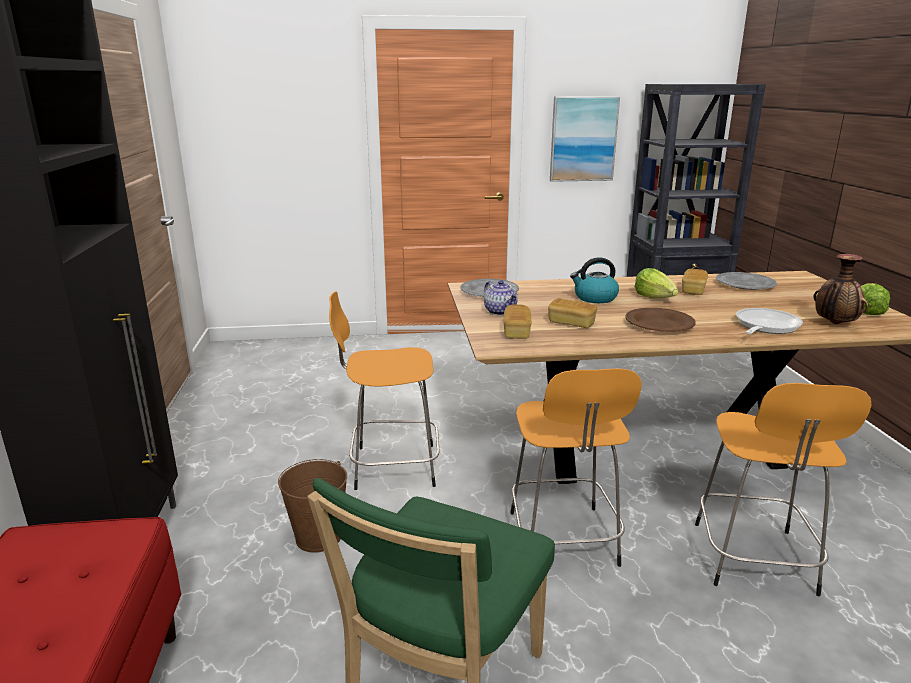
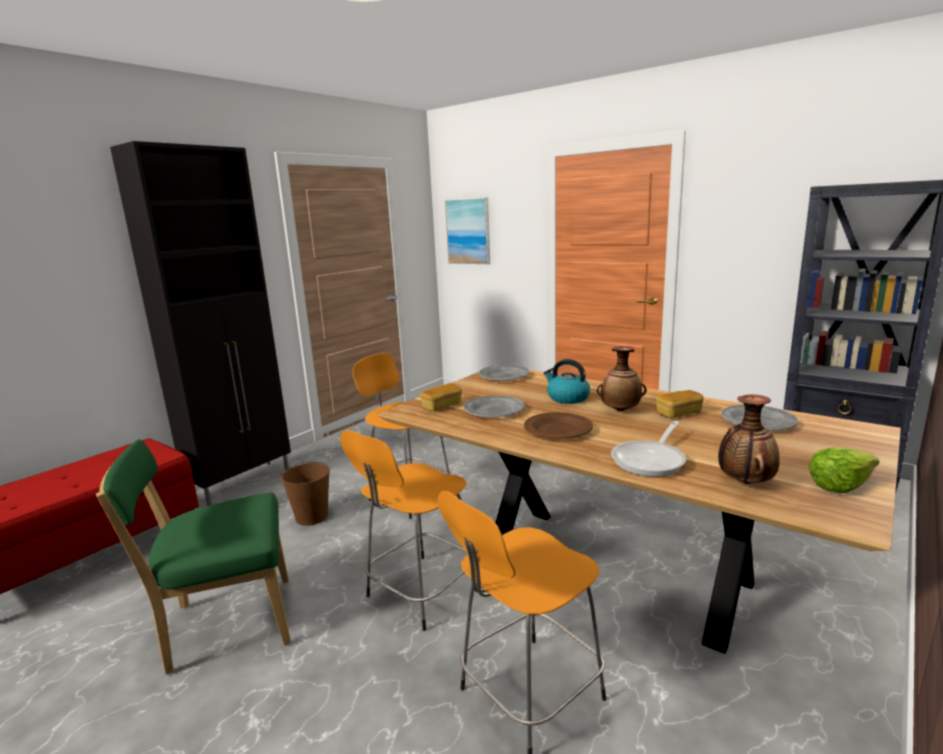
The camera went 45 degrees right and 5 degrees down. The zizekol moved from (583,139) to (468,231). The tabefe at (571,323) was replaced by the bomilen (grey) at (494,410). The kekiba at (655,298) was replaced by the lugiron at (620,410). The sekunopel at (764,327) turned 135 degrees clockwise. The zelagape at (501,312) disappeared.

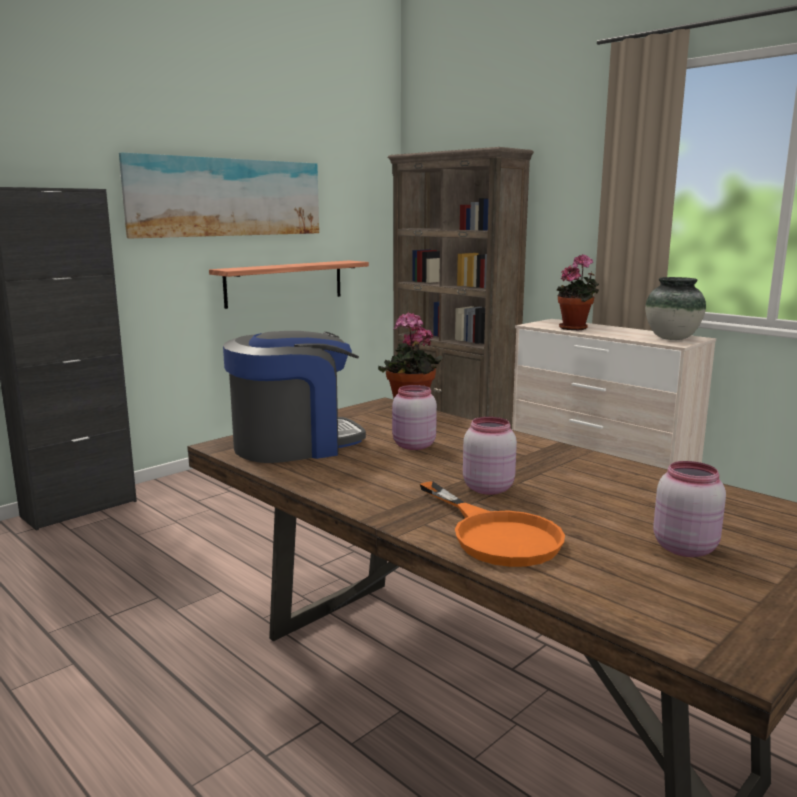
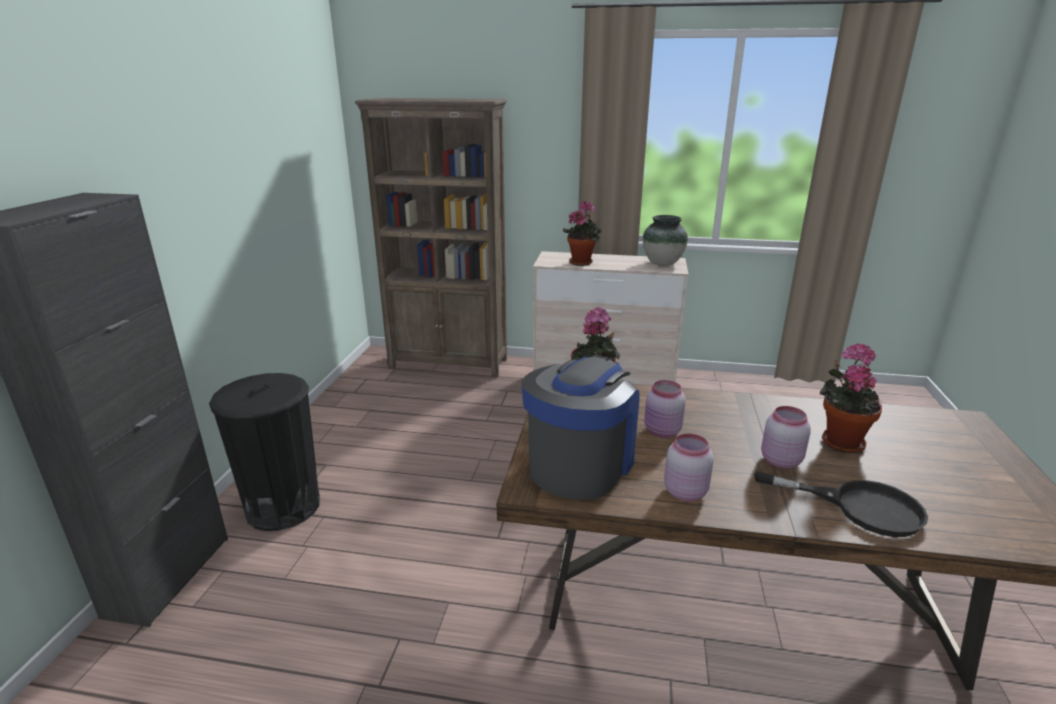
The camera went 35 degrees left and 10 degrees up. The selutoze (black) at (283,507) appeared. The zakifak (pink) moved from (683,547) to (684,491). The sekunopel (orange) at (495,534) became the sekunopel (black) at (860,507). The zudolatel at (840,440) appeared. The zizekol at (227,197) disappeared. The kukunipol at (285,283) disappeared.

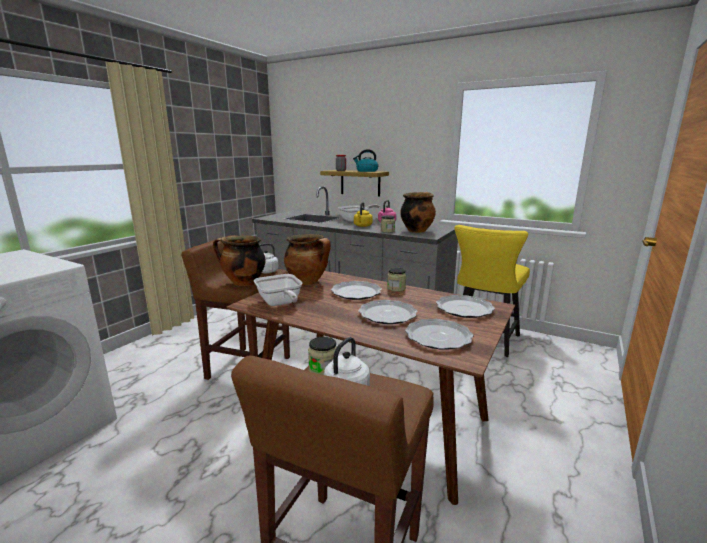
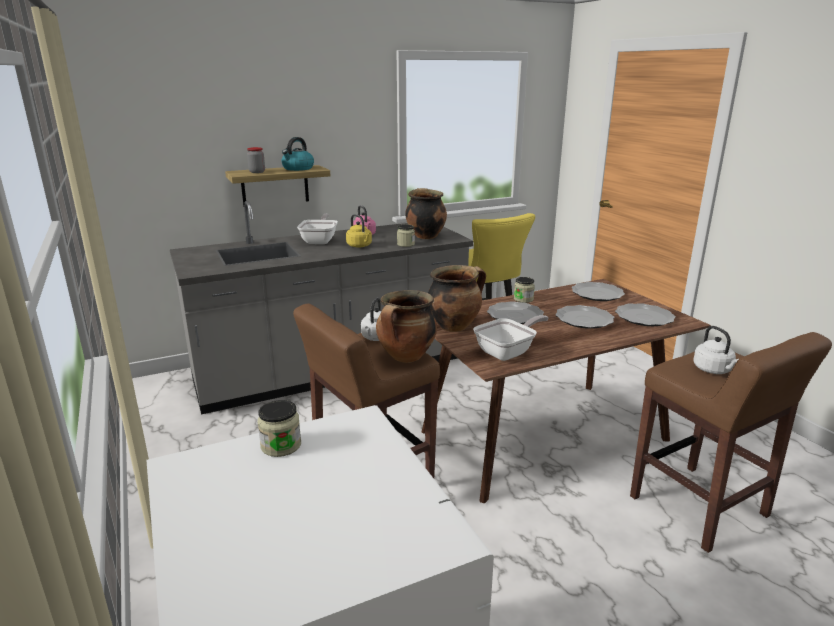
The camera went 55 degrees left and 5 degrees up. The zakifak moved from (323,370) to (281,445). The sekunopel at (280,303) turned 45 degrees counterclockwise.

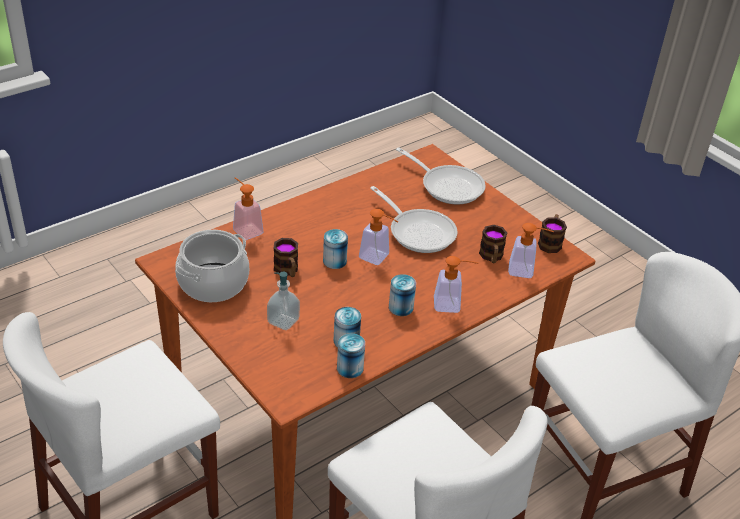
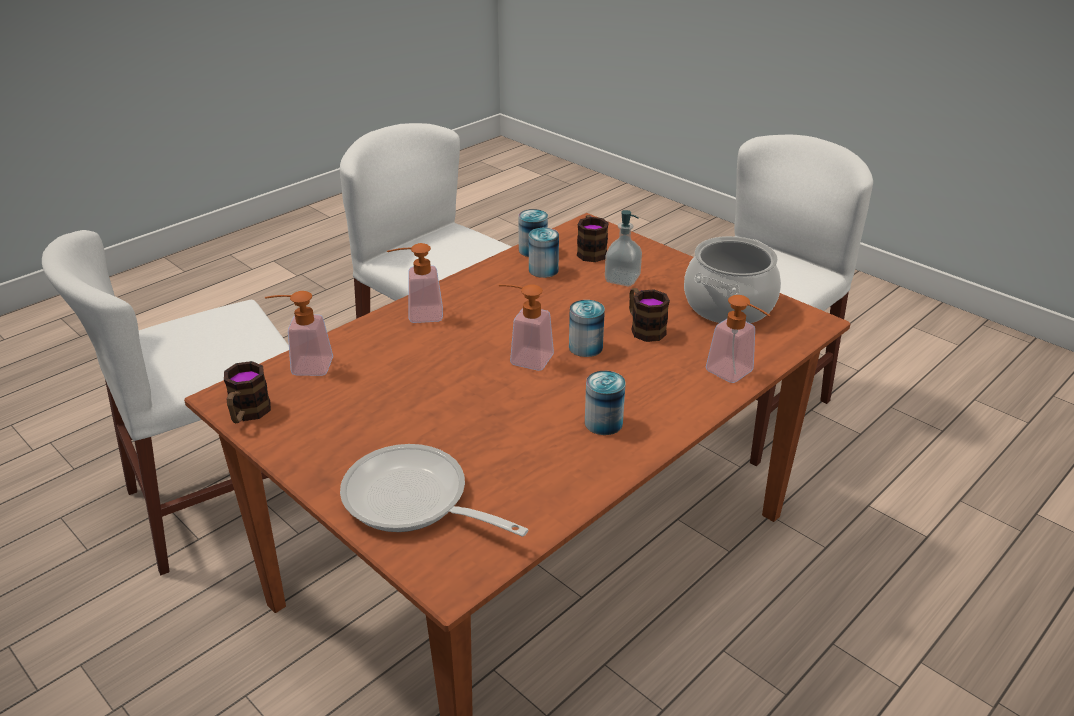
The camera went 175 degrees right and 5 degrees down. The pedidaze moved from (491,257) to (590,251). The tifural moved from (400,307) to (603,423). The sekunopel at (418,231) disappeared.

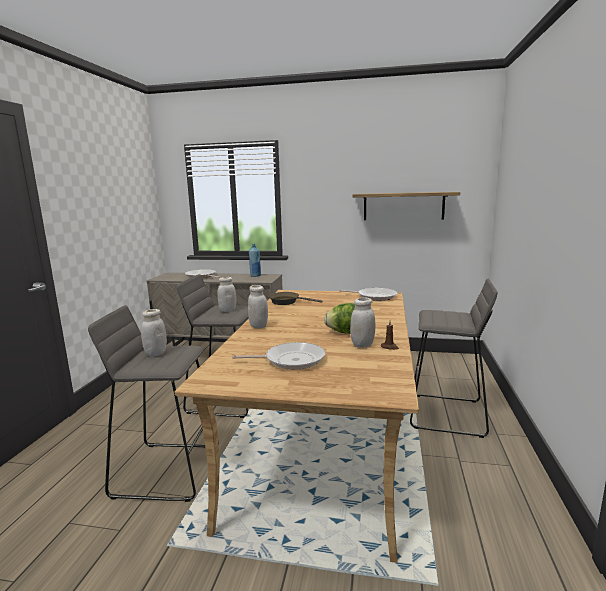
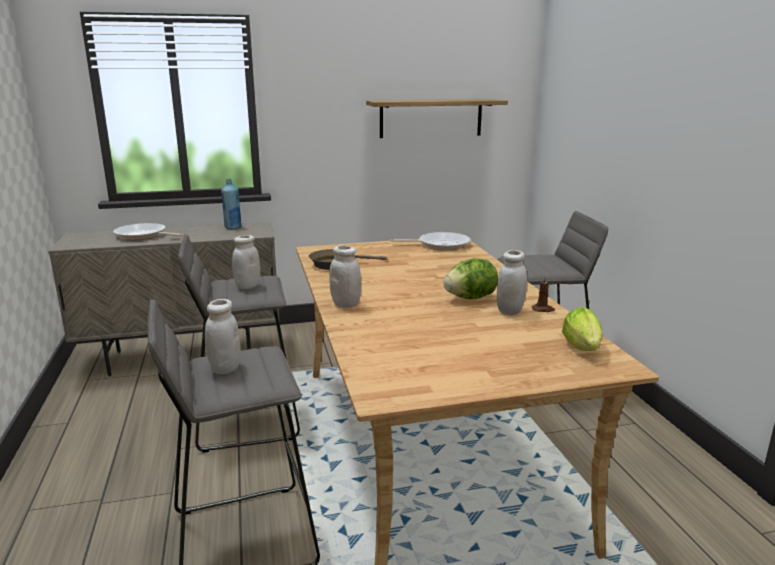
The camera went 25 degrees left and 5 degrees up. The kekiba at (583,349) appeared. The sekunopel at (291,360) disappeared.

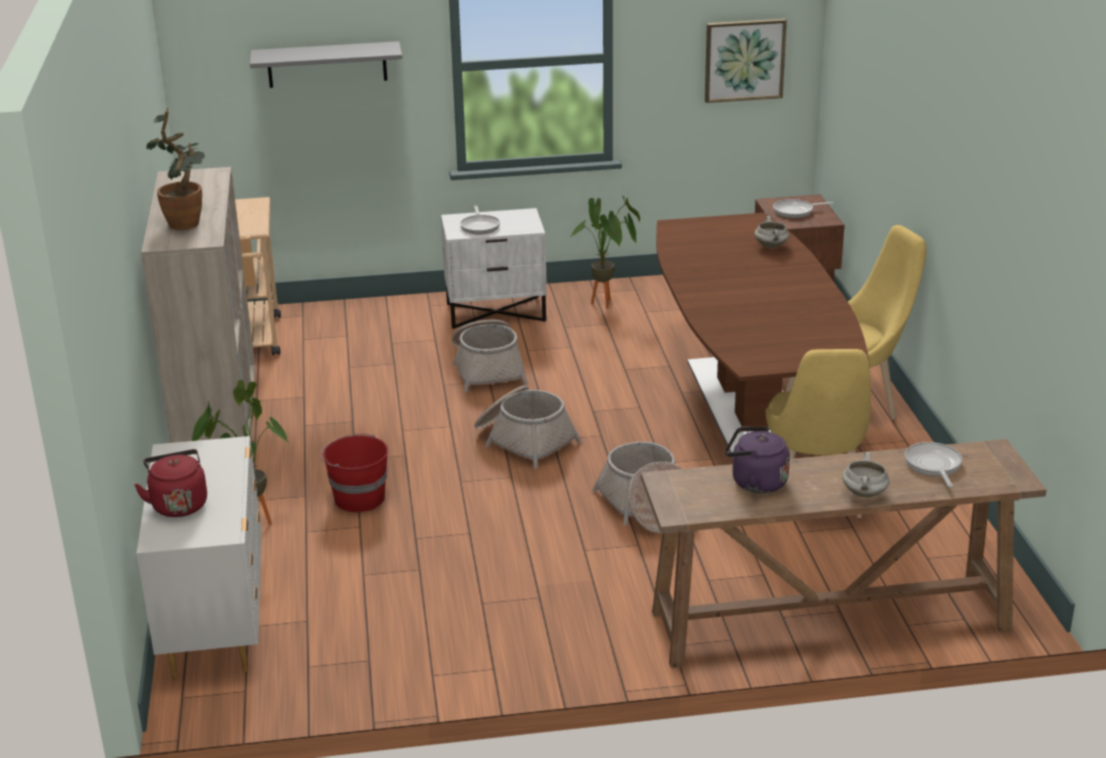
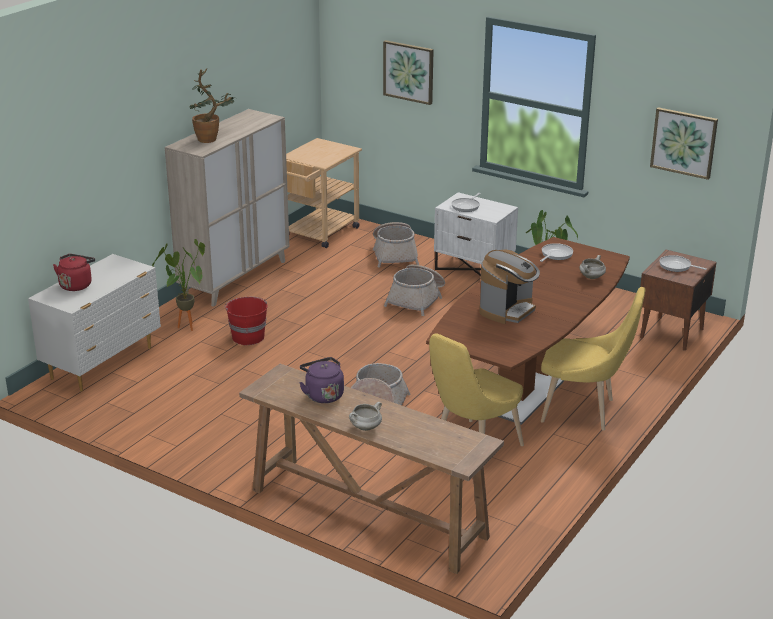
The camera went 40 degrees right and 0 degrees up. The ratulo moved from (524,440) to (394,254). The kukunipol (grey) at (327,64) was replaced by the zizekol at (409,72). The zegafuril at (507,310) appeared. The sekunopel moved from (933,465) to (555,255).

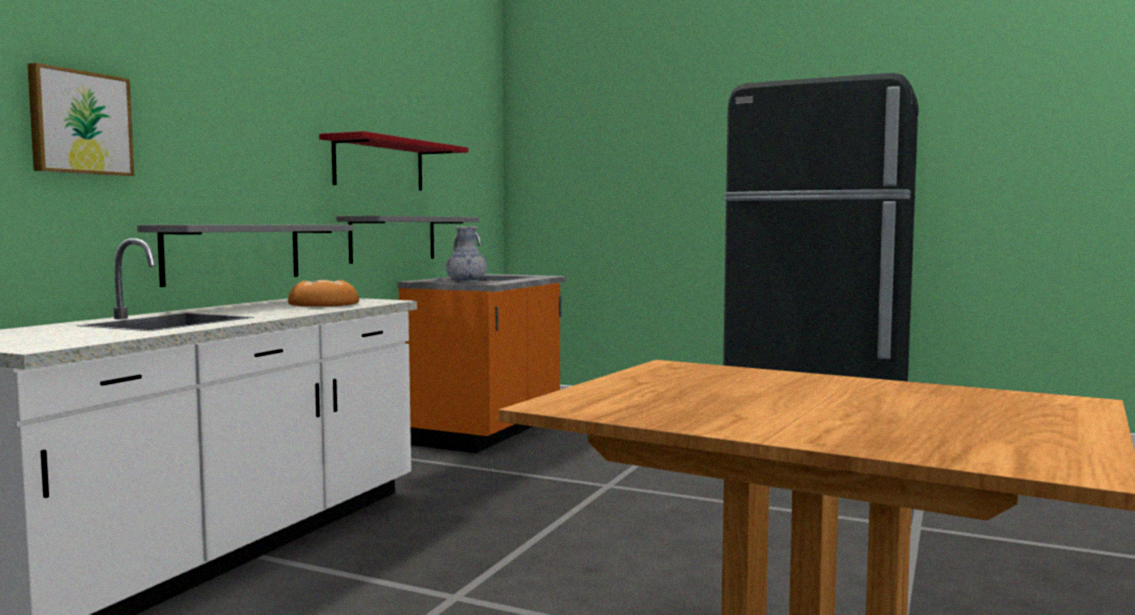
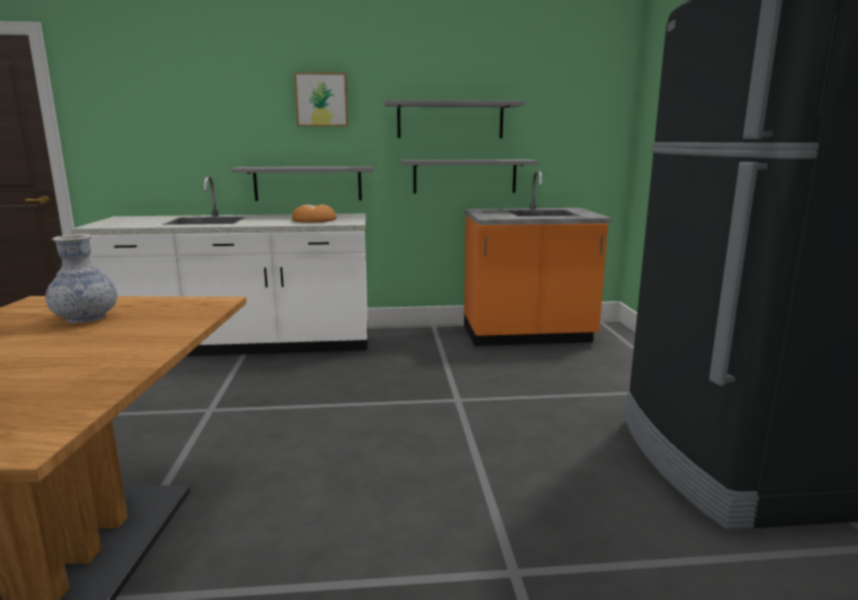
The camera went 60 degrees right and 10 degrees up. The lugiron moved from (466,282) to (86,318). The zizekol moved from (79,123) to (322,100). The kukunipol (red) at (379,165) became the kukunipol (grey) at (450,120).

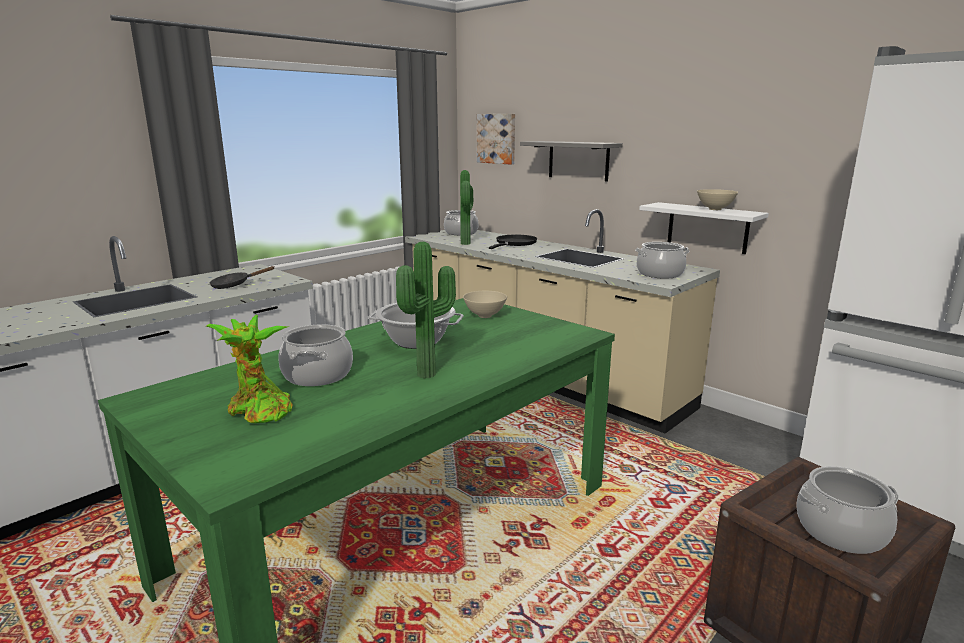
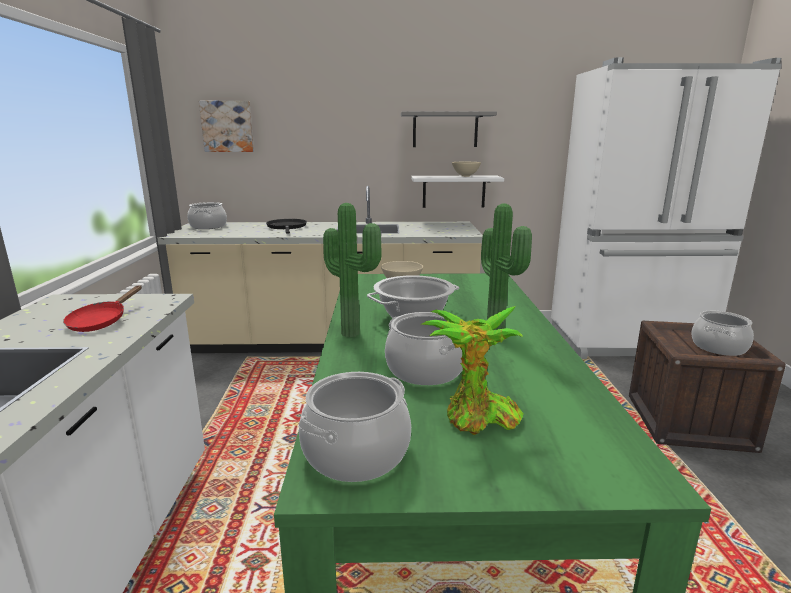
The camera went 45 degrees left and 0 degrees up. The sekunopel (black) at (234,285) became the sekunopel (red) at (101,322). The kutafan moved from (660,274) to (356,453). The zudolatel moved from (467,243) to (353,332). The kukunipol (grey) moved from (578,160) to (445,130).

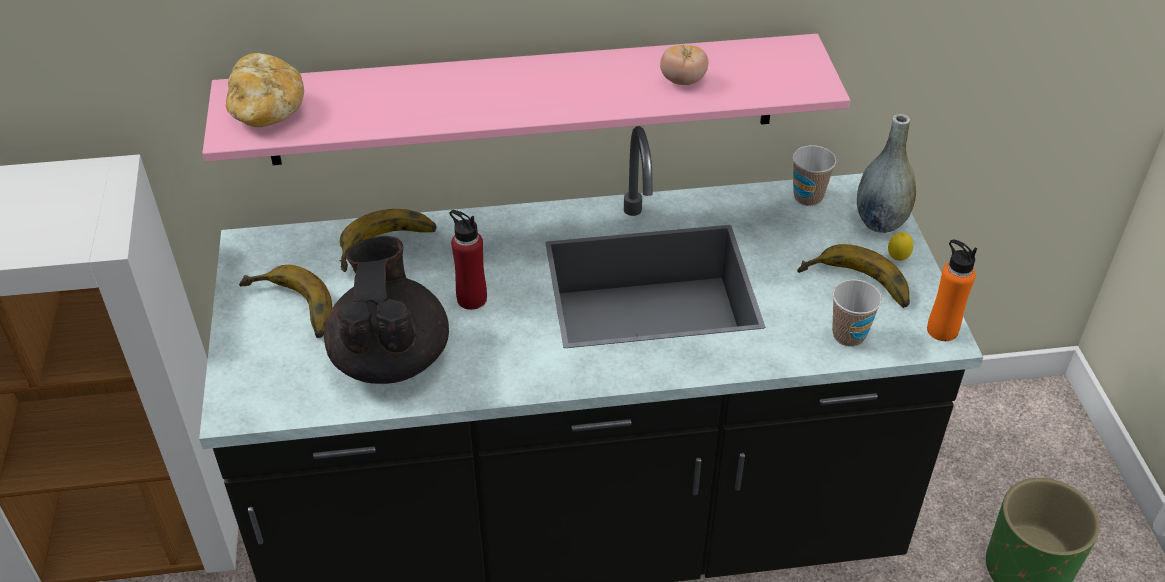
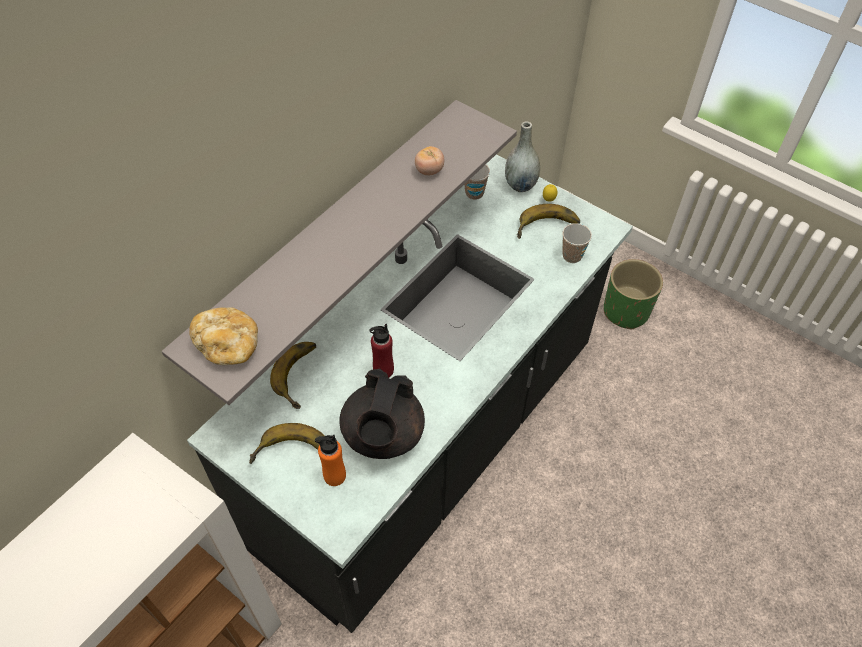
The camera went 45 degrees left and 10 degrees up. The kukunipol (pink) at (523,100) became the kukunipol (grey) at (329,235). The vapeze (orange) moved from (942,330) to (334,476). The zelagape (black) at (390,357) turned 120 degrees counterclockwise.

